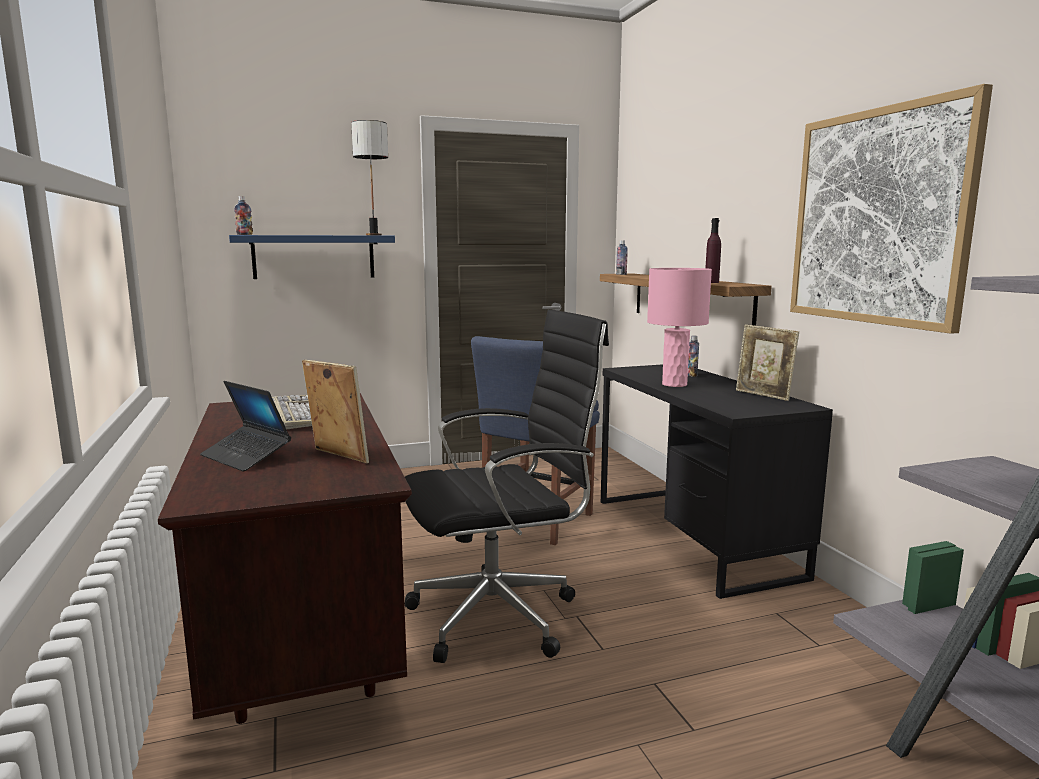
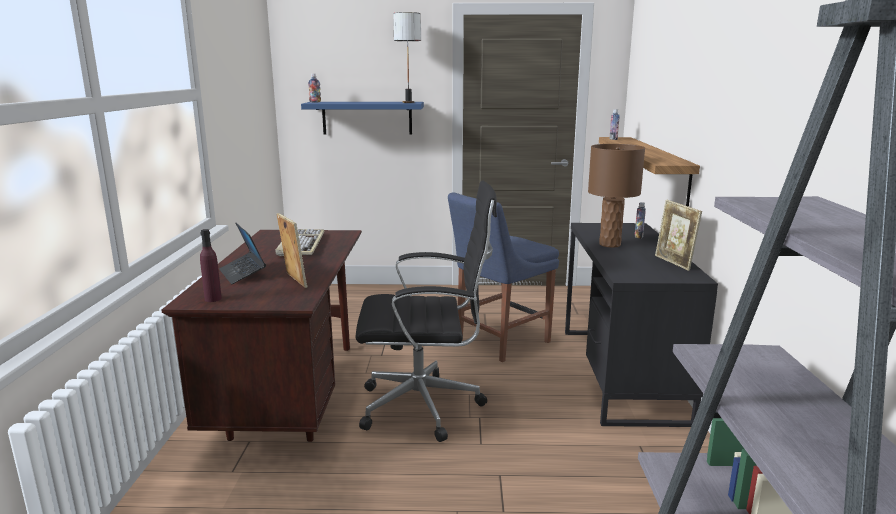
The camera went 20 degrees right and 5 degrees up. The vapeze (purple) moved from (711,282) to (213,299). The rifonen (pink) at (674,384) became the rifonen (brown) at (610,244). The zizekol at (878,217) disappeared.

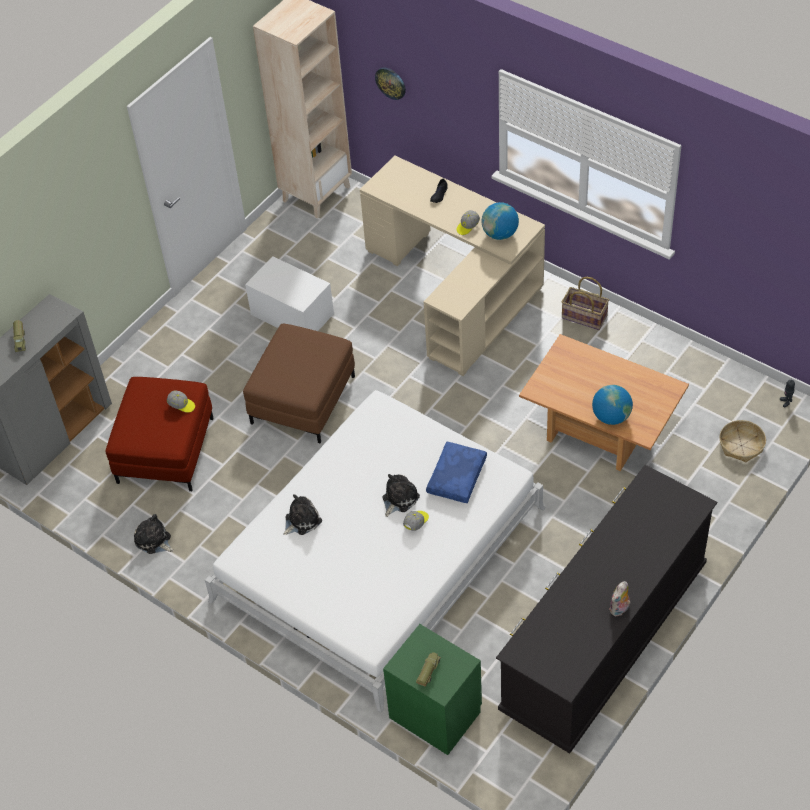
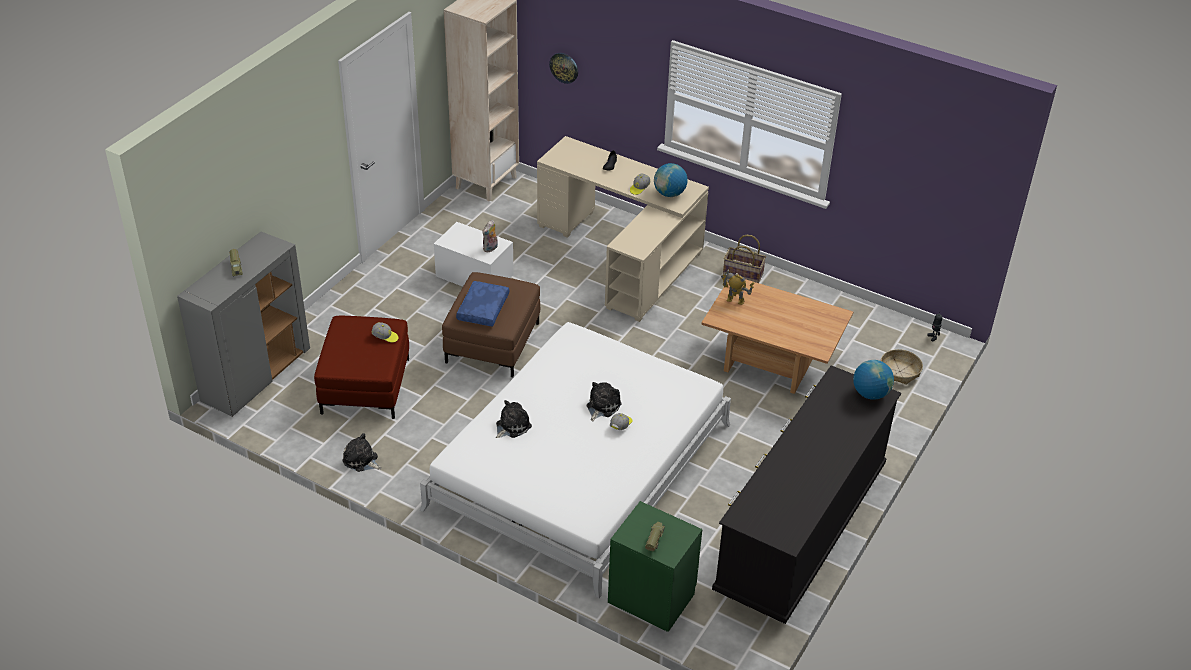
The camera went 10 degrees left and 10 degrees down. The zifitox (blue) moved from (456,476) to (482,309). The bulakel moved from (620,609) to (490,248). The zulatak at (735,300) appeared. The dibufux moved from (611,417) to (870,394).

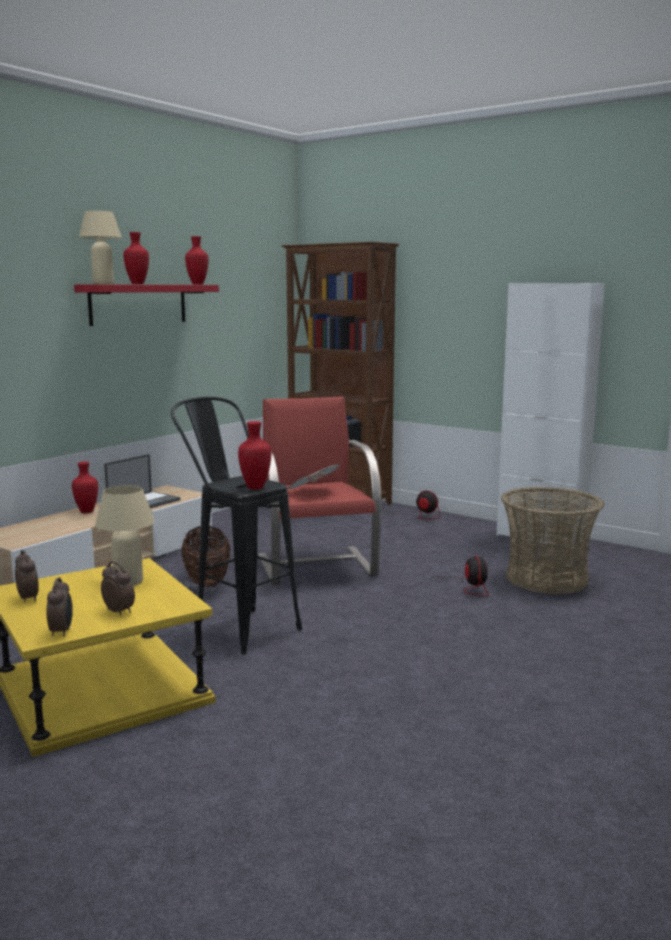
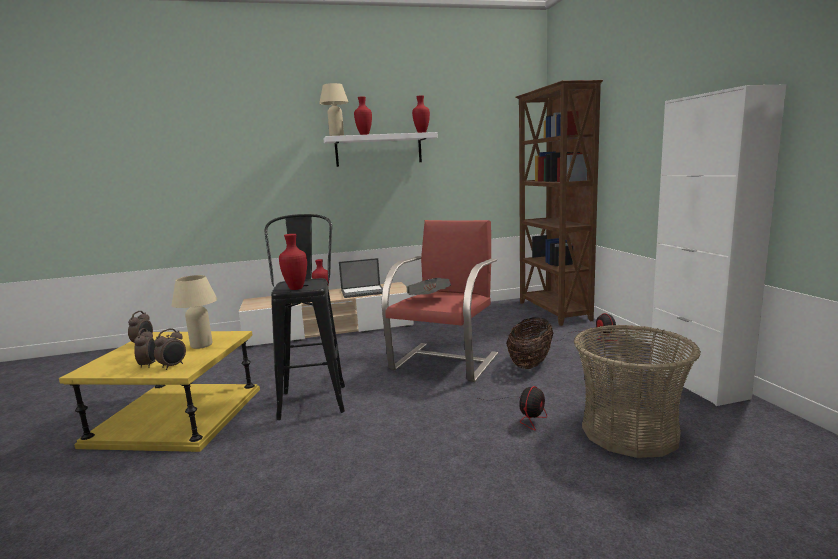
The camera went 40 degrees right and 0 degrees up. The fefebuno moved from (62,631) to (173,366). The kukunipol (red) at (138,304) became the kukunipol (white) at (378,150). The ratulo moved from (207,582) to (530,363).

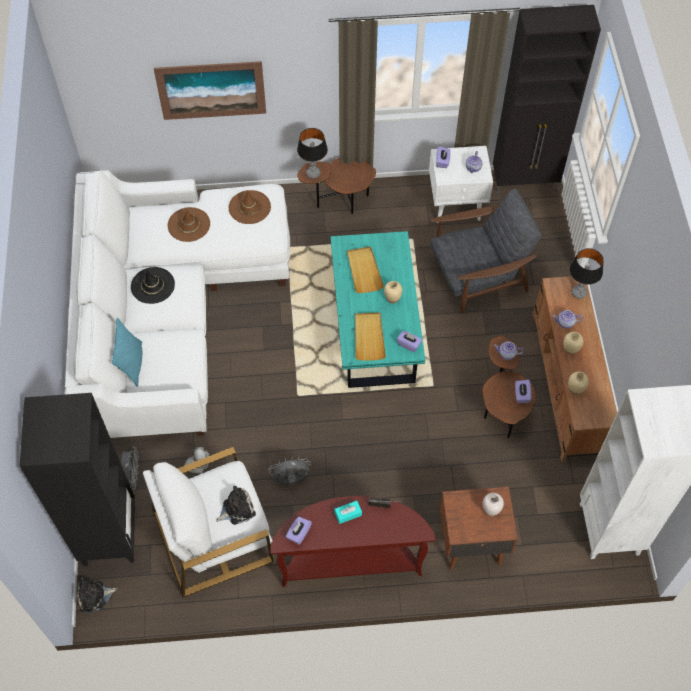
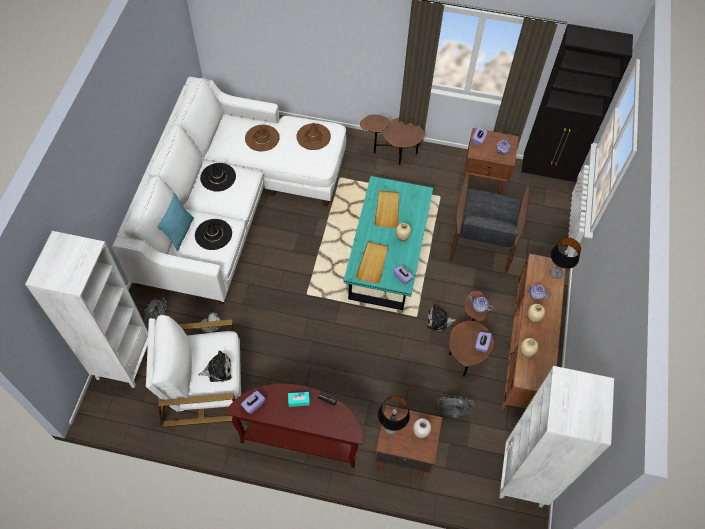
The camera went 15 degrees right and 0 degrees up. The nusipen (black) at (109,535) became the nusipen (white) at (124,361). The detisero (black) at (213,234) appeared. The rifonen moved from (313,173) to (391,428). The bulakel moved from (94,596) to (438,321). The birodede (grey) moved from (291,480) to (452,413). The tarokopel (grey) at (478,276) turned 105 degrees clockwise. The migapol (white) at (457,205) became the migapol (brown) at (484,179). The zizekol at (211,90) disappeared.

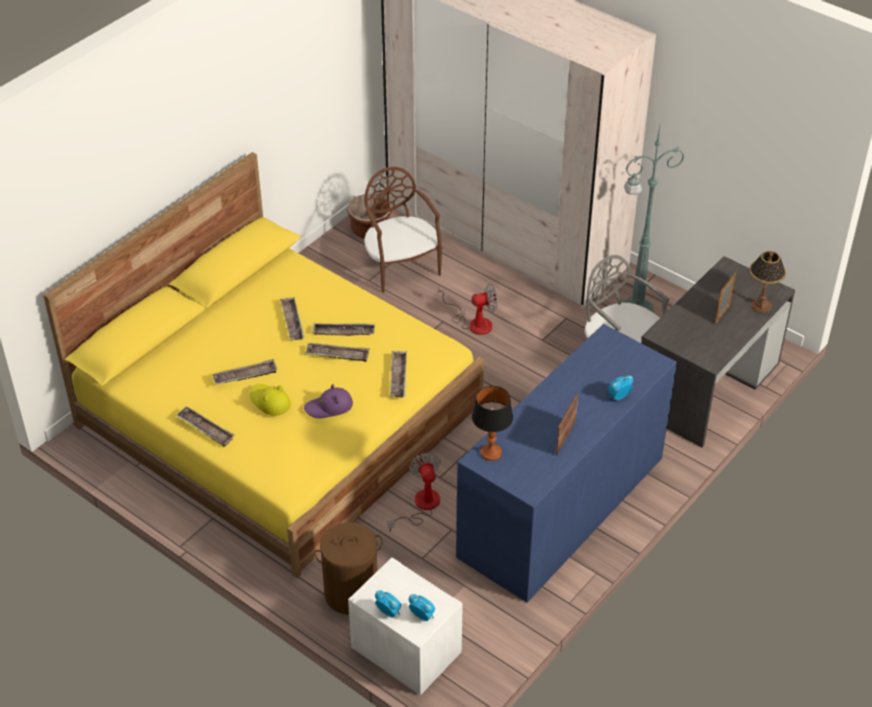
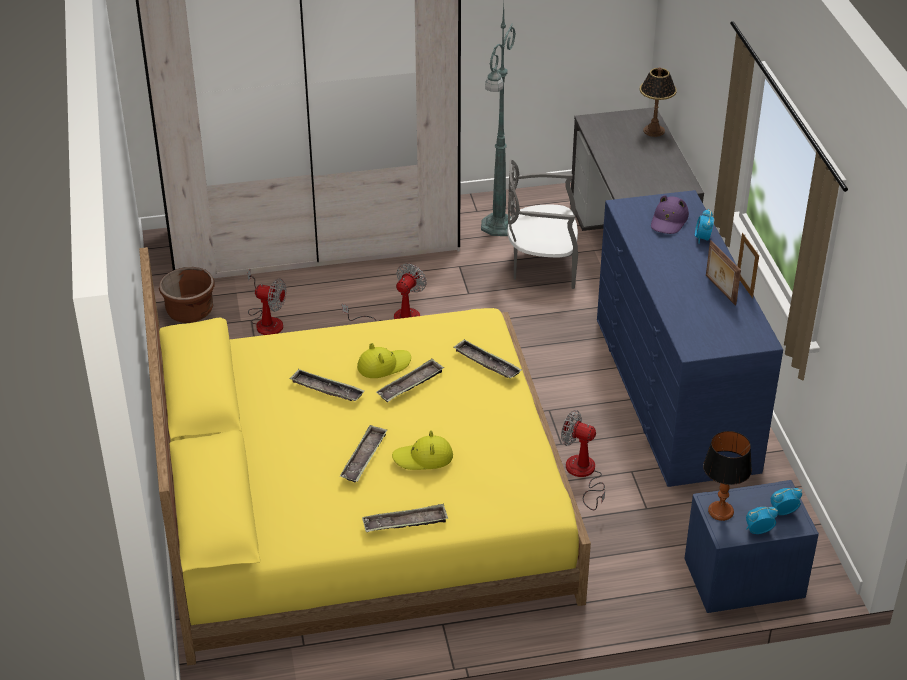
The camera went 50 degrees left and 5 degrees down. The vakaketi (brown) at (401,267) was replaced by the birodede at (267,321). The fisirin at (343,332) was replaced by the detisero (yellow) at (383,365). The detisero (purple) moved from (329,407) to (669,221). The migapol (white) at (405,649) became the migapol (blue) at (743,577). The rifonen moved from (491,453) to (721,511). The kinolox moved from (722,314) to (744,286). The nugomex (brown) at (350,593) disappeared.

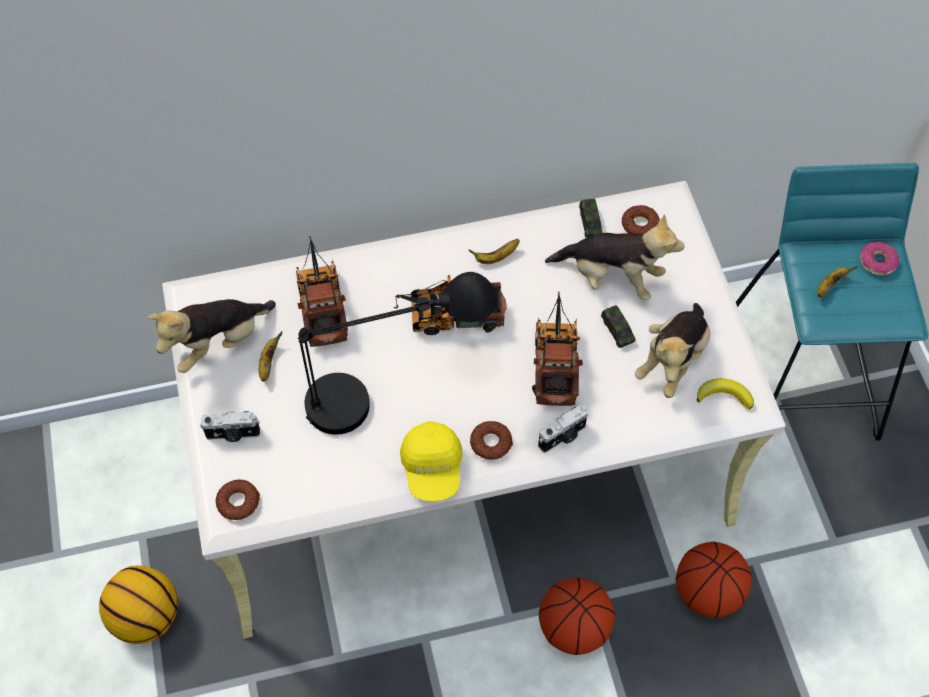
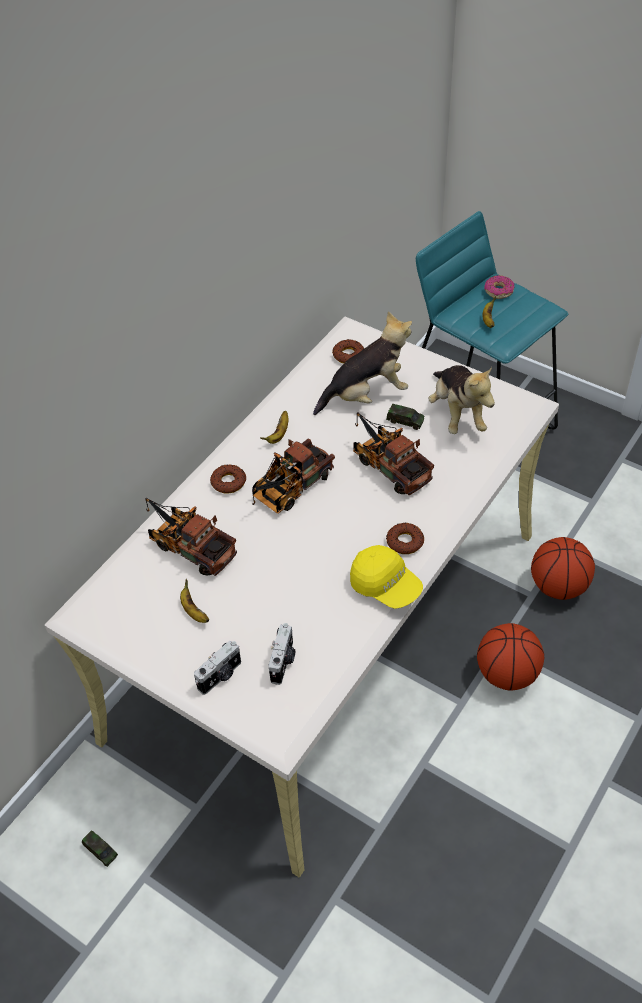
The camera went 40 degrees left and 10 degrees down. The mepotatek moved from (590,222) to (100,850). The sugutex moved from (238,502) to (228,482). The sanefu moved from (563,437) to (283,662). The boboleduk at (146,616) disappeared. The bulakel at (218,343) disappeared. The rifonen (black) at (393,392) disappeared. The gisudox at (724,395) disappeared.

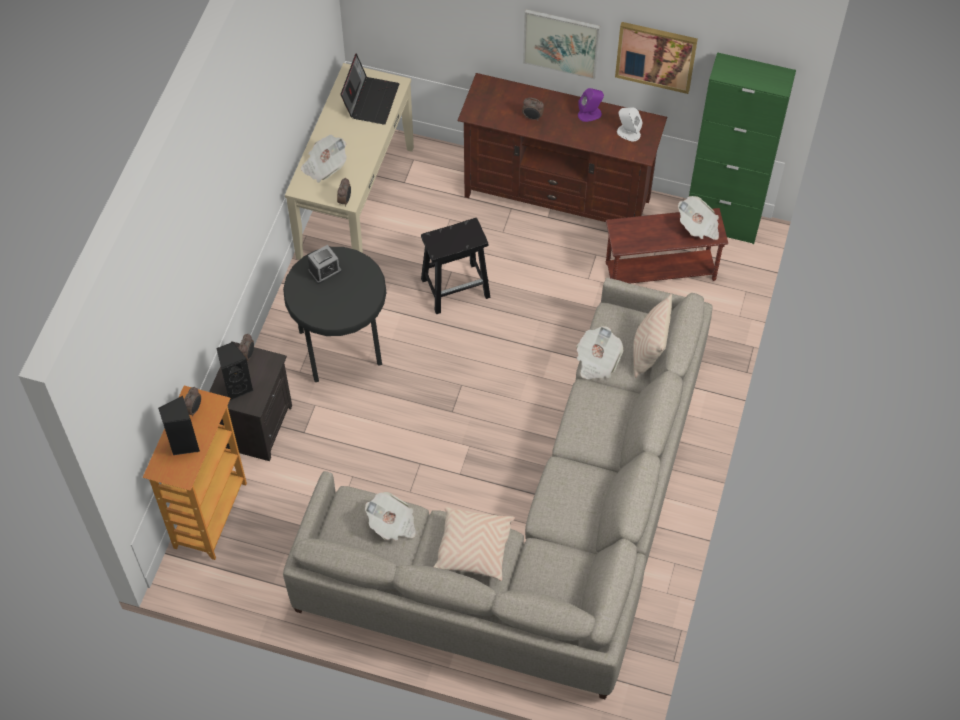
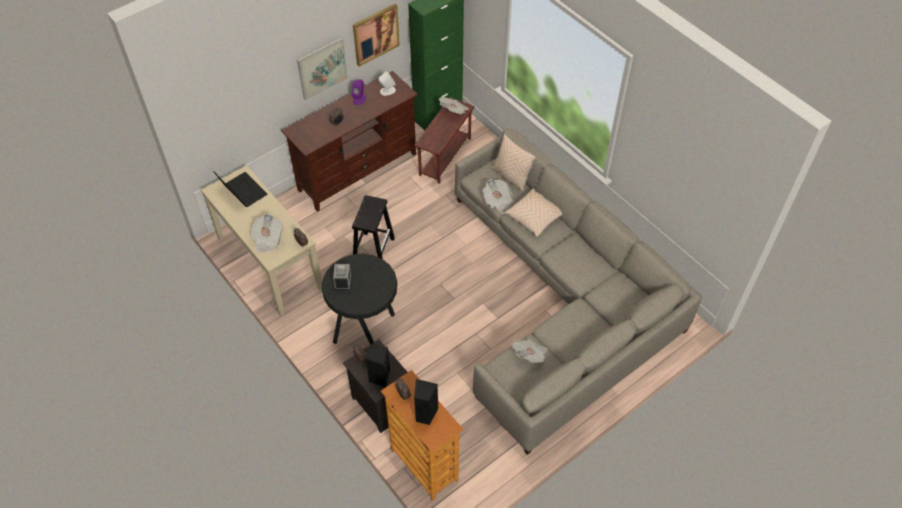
The camera went 55 degrees left and 5 degrees down. The zifitox (beige) moved from (474,549) to (534,217).

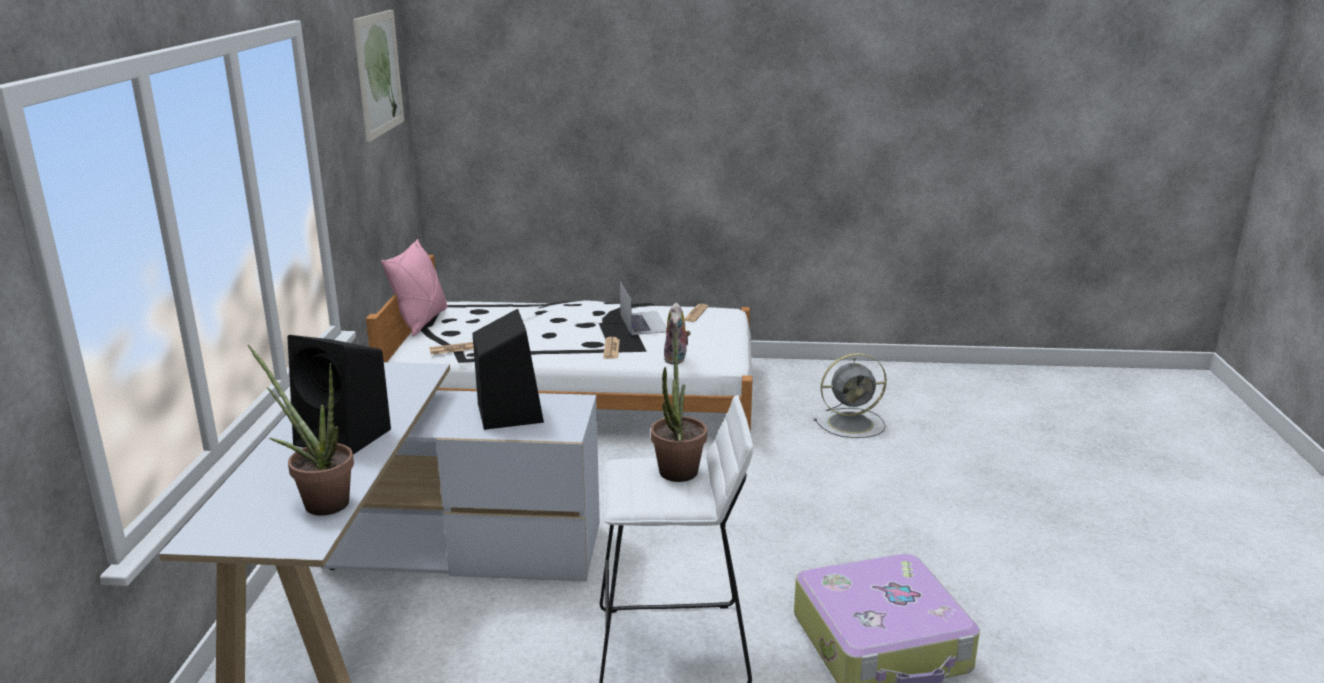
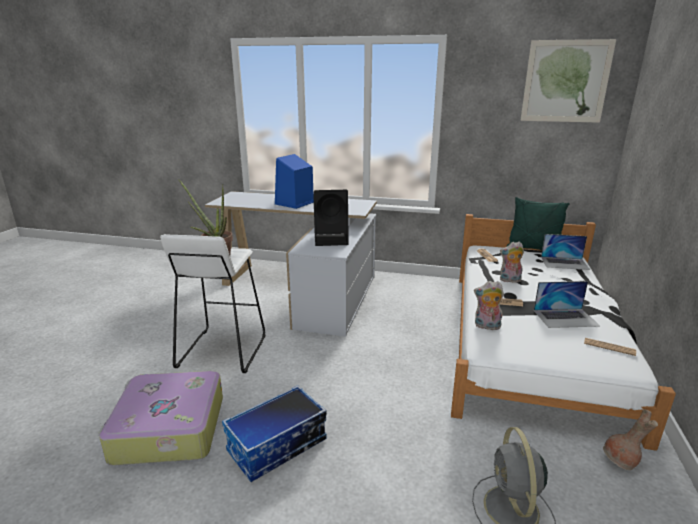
The camera went 100 degrees right and 0 degrees up. The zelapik at (277,447) appeared. The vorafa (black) at (345,437) became the vorafa (blue) at (293,203). The bulakel at (509,280) appeared. The zifitox (pink) at (421,321) became the zifitox (green) at (533,249). The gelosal at (564,263) appeared. The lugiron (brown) at (621,462) appeared. The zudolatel at (319,501) disappeared.

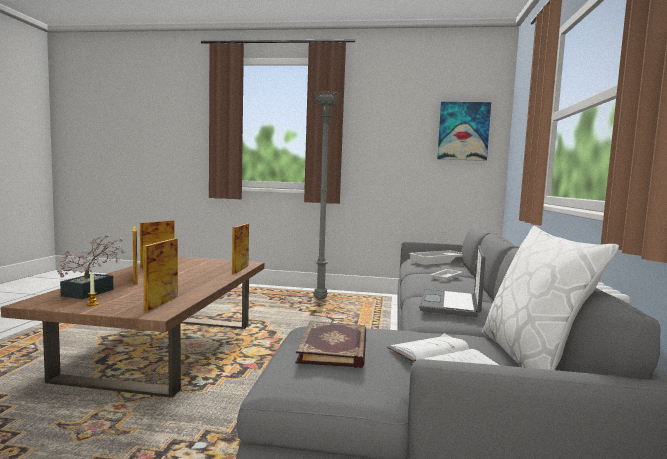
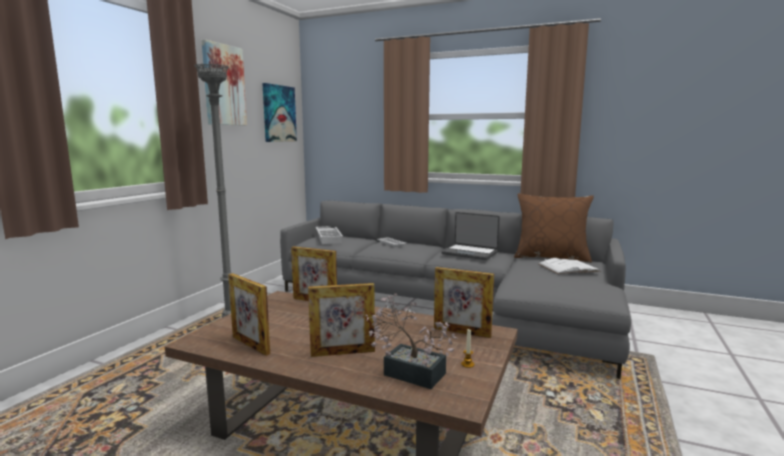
The camera went 75 degrees left and 5 degrees up. The zizekol at (223,85) appeared. The zifitox (white) at (531,359) became the zifitox (brown) at (551,257). The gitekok at (335,347) disappeared.

